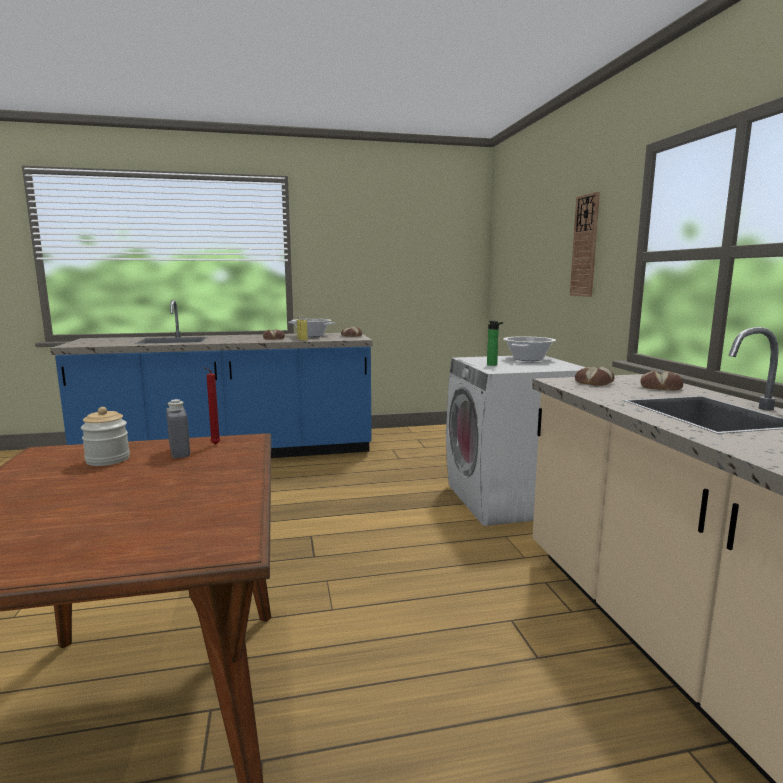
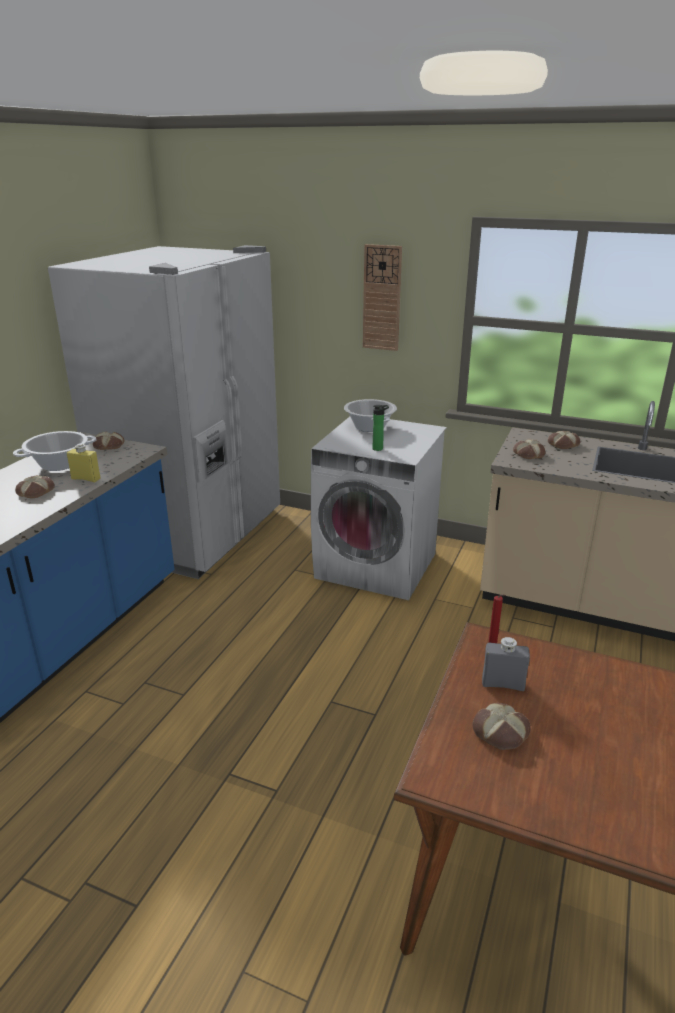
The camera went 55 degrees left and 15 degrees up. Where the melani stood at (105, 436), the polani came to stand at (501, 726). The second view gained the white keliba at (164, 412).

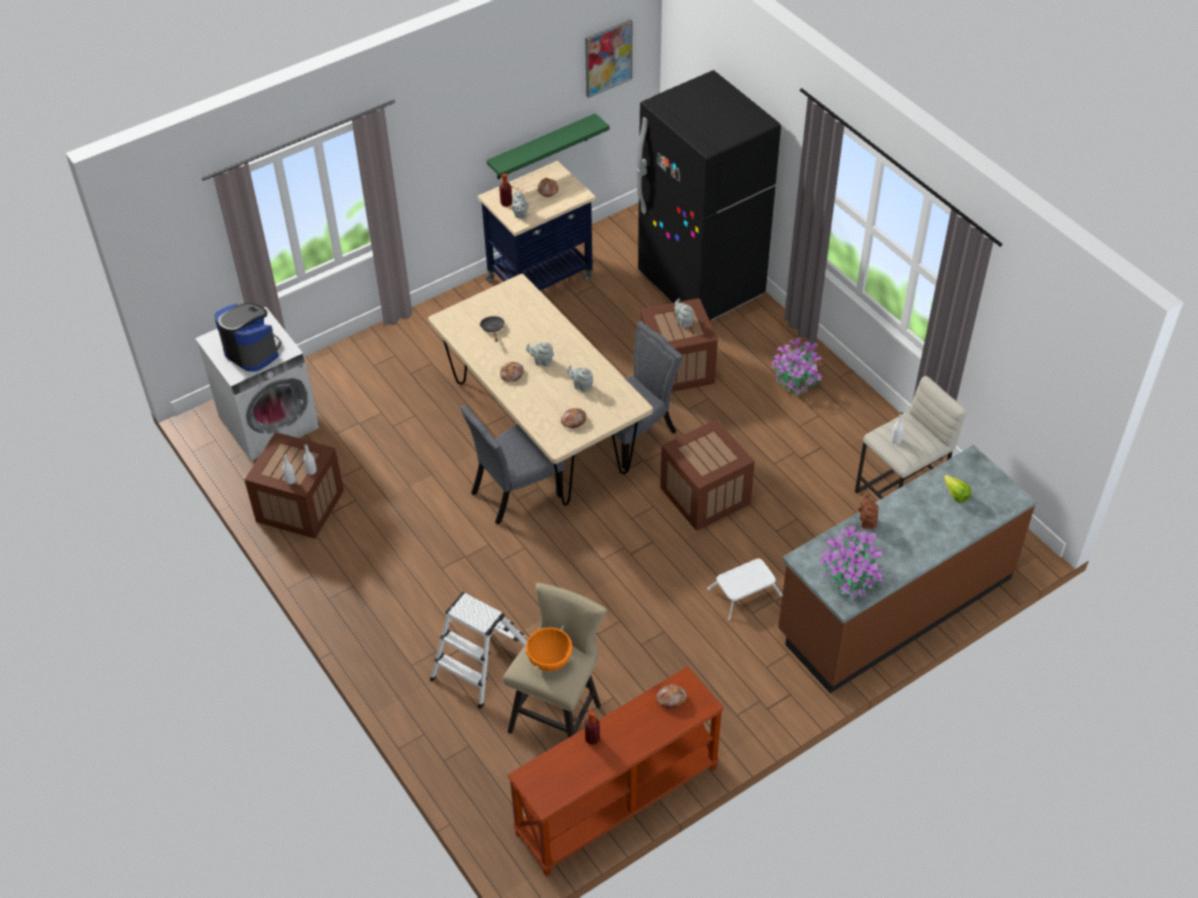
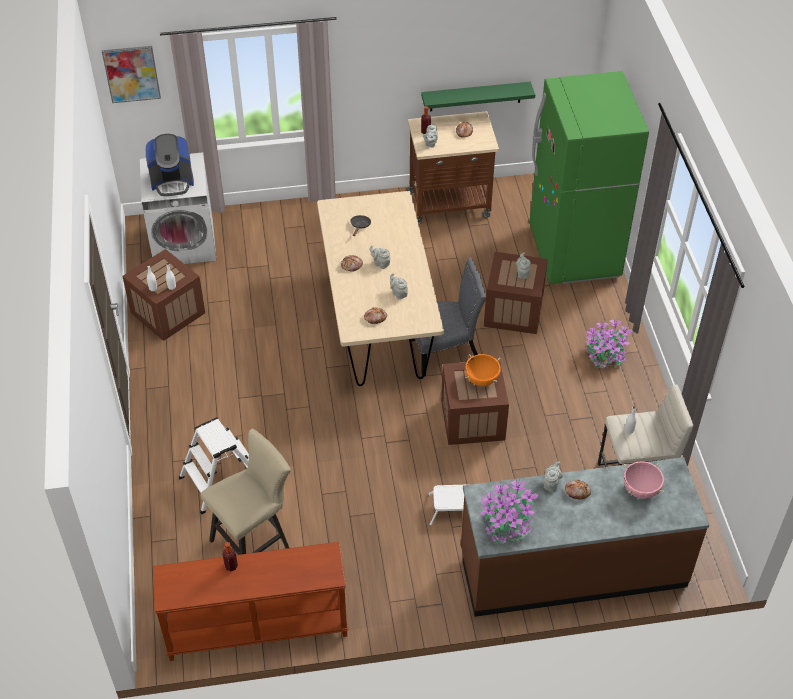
The camera went 25 degrees right and 0 degrees up. The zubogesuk ended up elsewhere, having gone from (608, 58) to (131, 74). What was the black keliba at (708, 195) turned into the green keliba at (589, 177). What was the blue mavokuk at (537, 225) turned into the brown mavokuk at (453, 168). The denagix at (247, 337) ended up facing another way, 105 degrees clockwise from before. The second view lost the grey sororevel at (513, 464). Where the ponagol stood at (957, 489), the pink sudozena came to stand at (643, 480). What was the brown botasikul at (868, 511) turned into the grey botasikul at (553, 477). The orange sudozena ended up elsewhere, having gone from (549, 648) to (483, 370). The polani ended up elsewhere, having gone from (671, 696) to (578, 490).

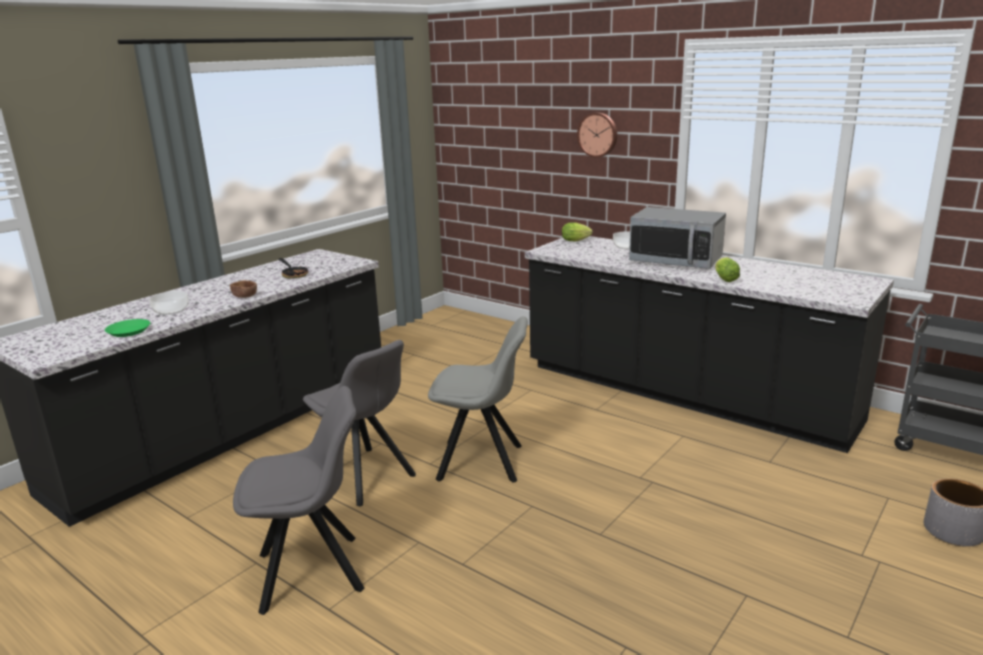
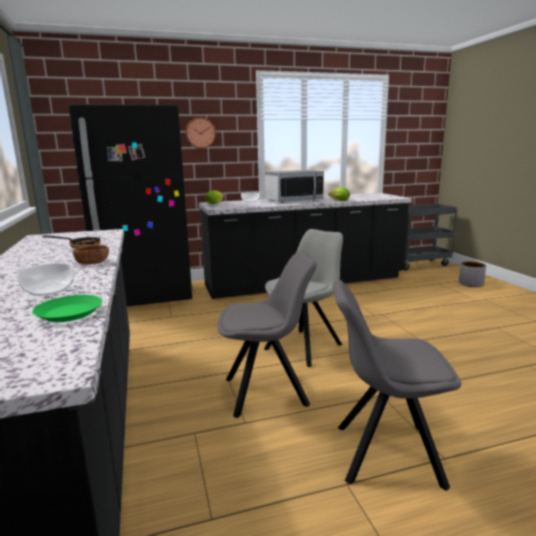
The camera went 55 degrees left and 5 degrees down. The grey sororevel at (298, 500) ended up facing another way, 105 degrees counterclockwise from before. The second view gained the black keliba at (130, 205).

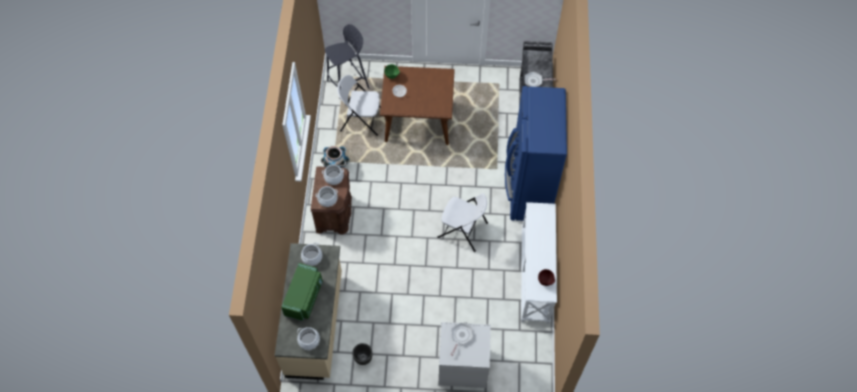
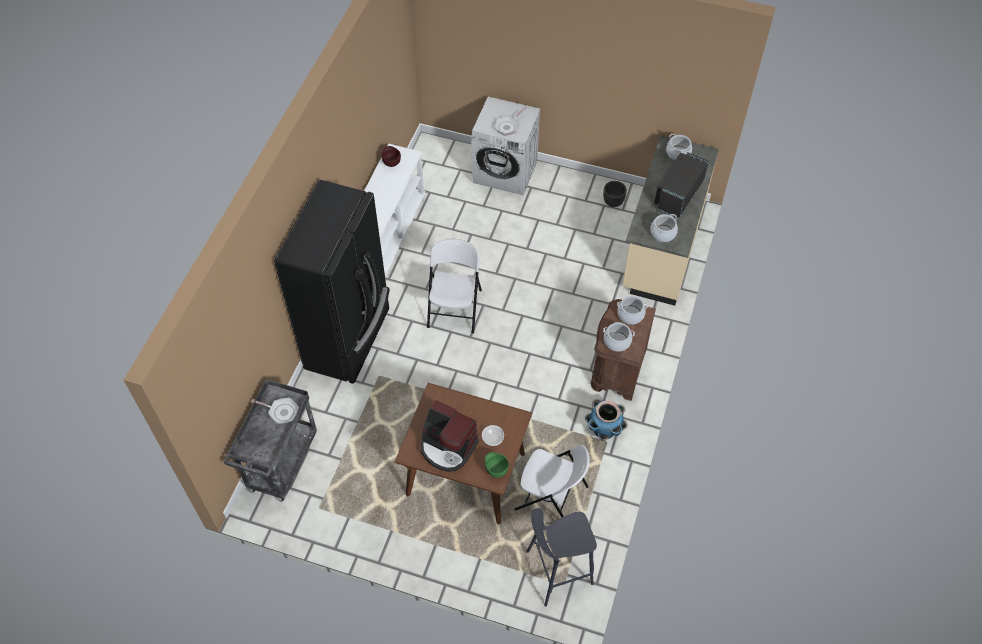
The camera went 165 degrees left and 5 degrees down. What was the blue keliba at (536, 153) turned into the black keliba at (332, 282). The white sororevel at (462, 222) ended up facing another way, 60 degrees clockwise from before. What was the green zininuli at (302, 292) turned into the black zininuli at (681, 185). The second view gained the denagix at (449, 436).

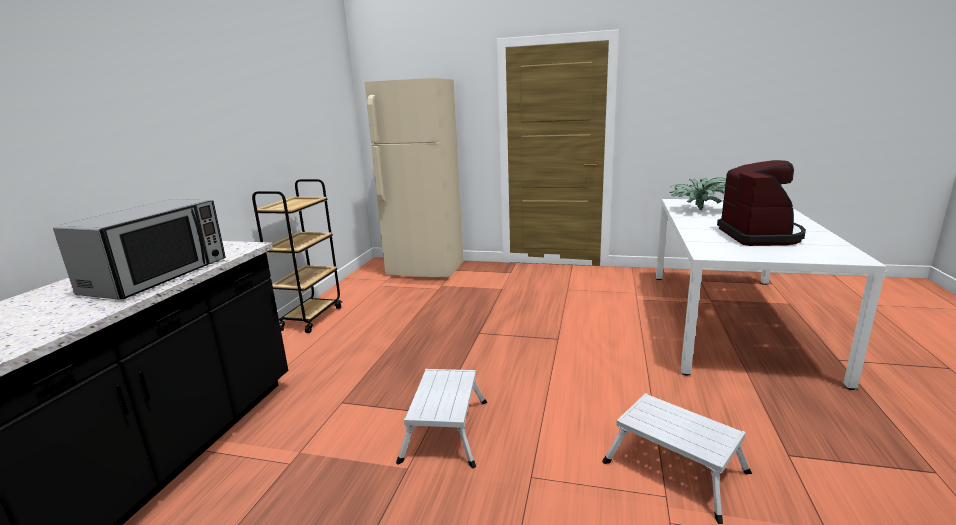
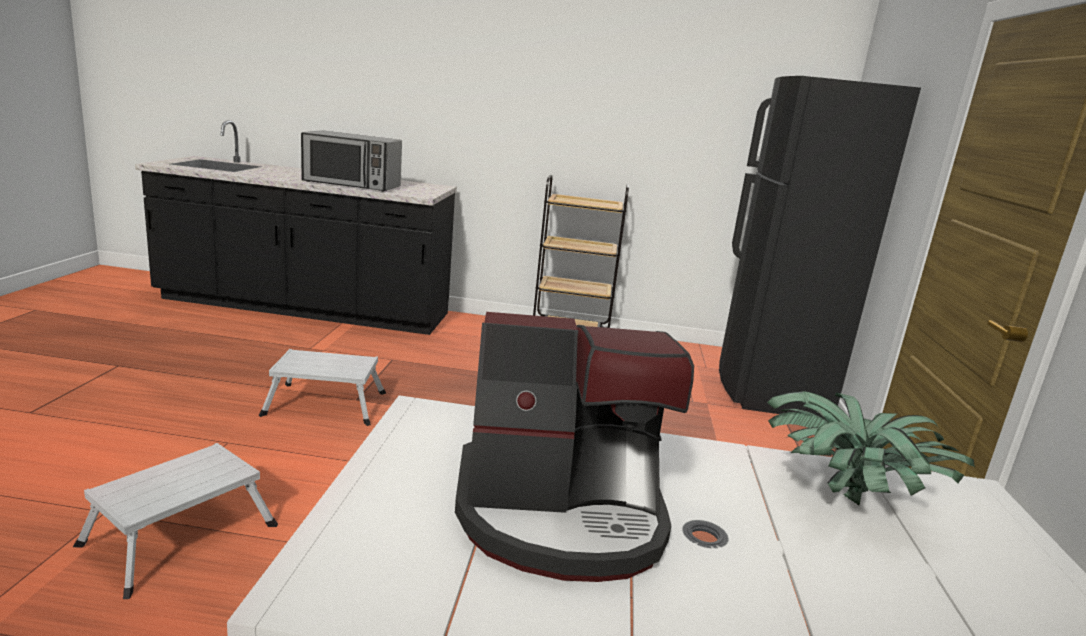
The camera went 80 degrees right and 0 degrees up. What was the beige keliba at (414, 178) turned into the black keliba at (820, 247).

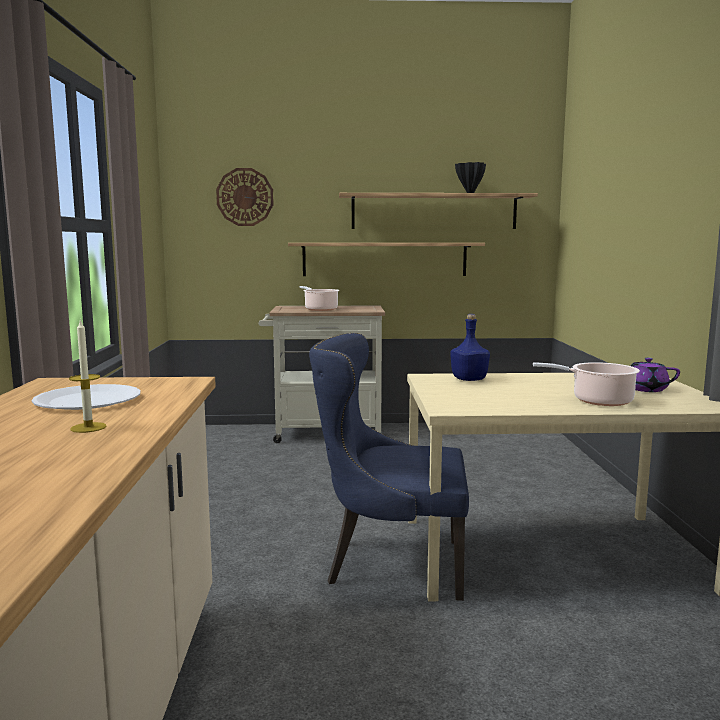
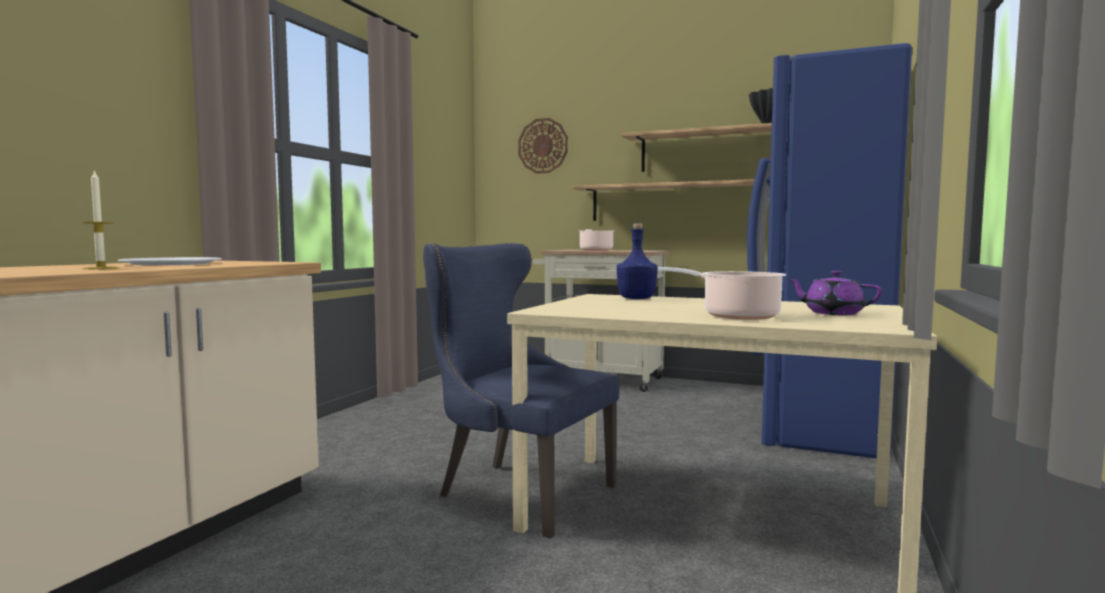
The camera went 25 degrees right and 5 degrees down. The second view gained the blue keliba at (829, 250).

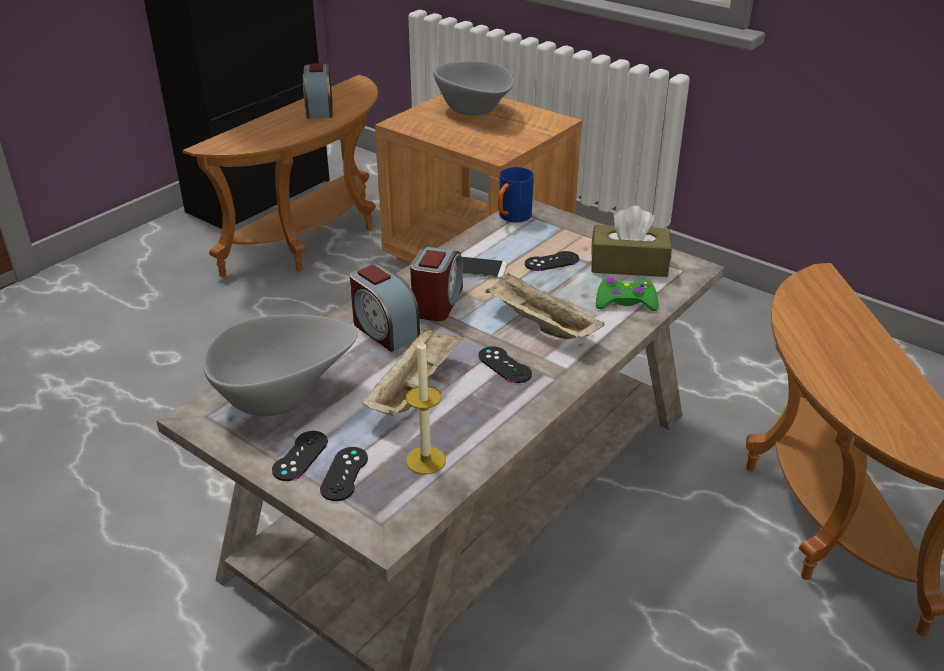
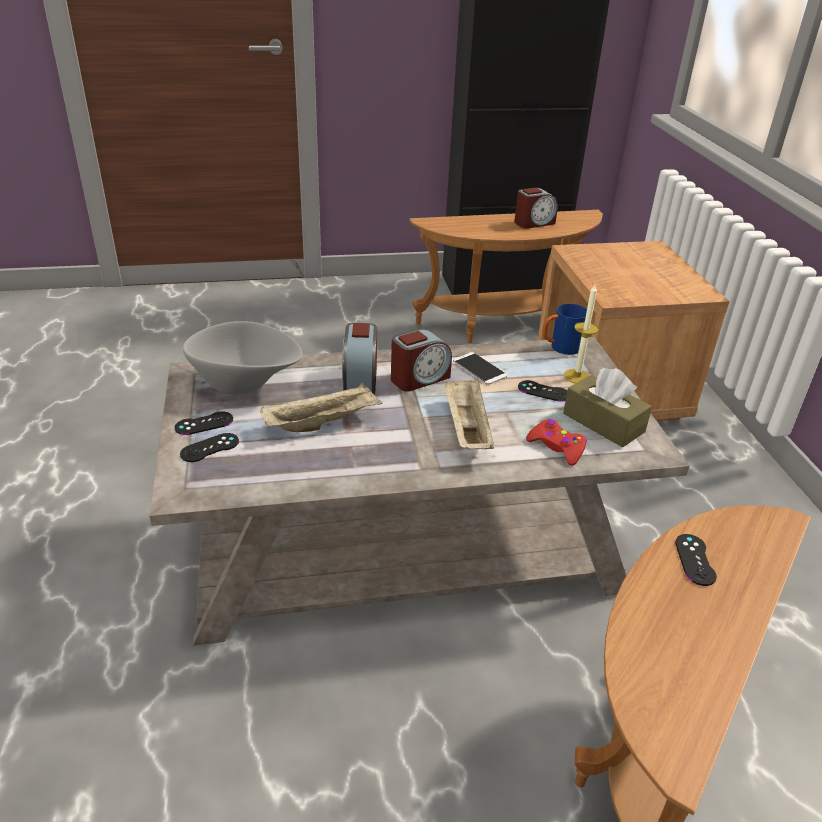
The camera went 40 degrees right and 0 degrees up. The second view lost the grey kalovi at (473, 88). The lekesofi at (317, 91) ended up facing another way, 150 degrees counterclockwise from before. What was the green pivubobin at (627, 294) turned into the red pivubobin at (556, 442). The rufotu ended up elsewhere, having gone from (426, 405) to (581, 334). The black pivubobin ended up elsewhere, having gone from (505, 364) to (696, 560).

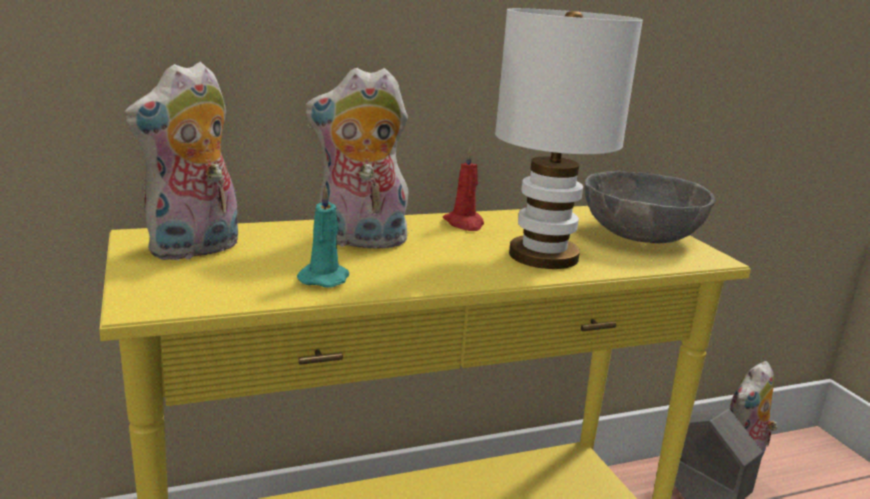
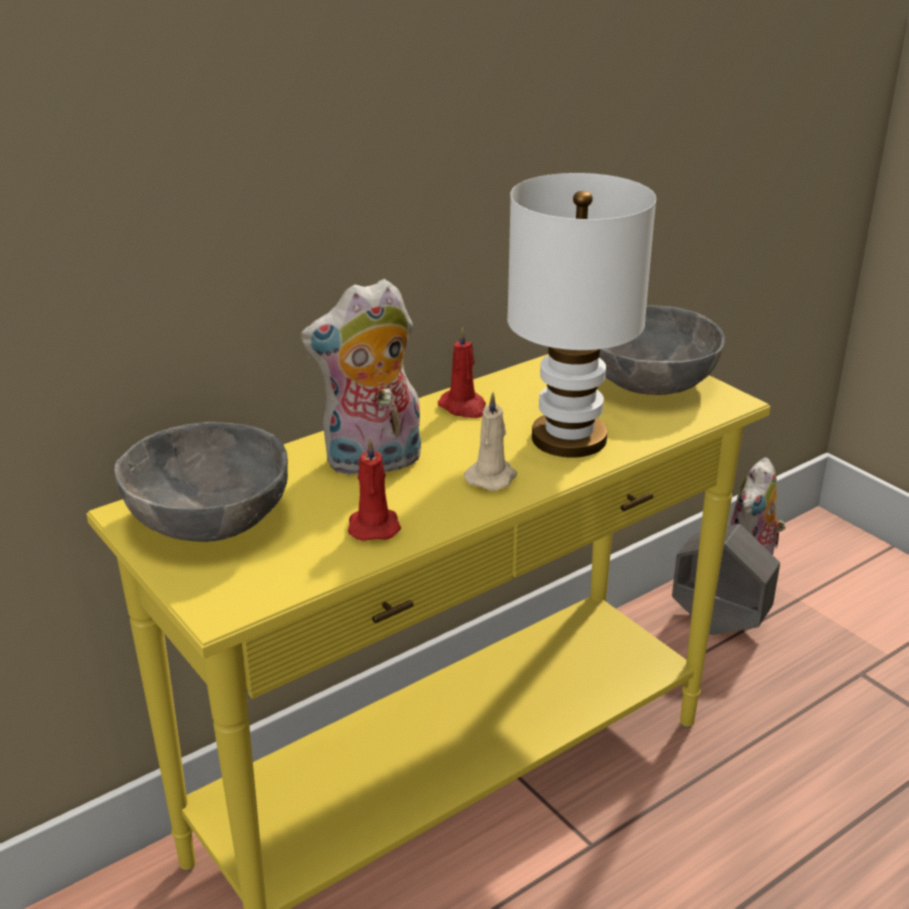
The camera went 15 degrees left and 10 degrees up. Where the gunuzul stood at (181, 161), the grey kalovi came to stand at (201, 482). What was the turquoise rufotu at (323, 237) turned into the red rufotu at (374, 489). The second view gained the beige rufotu at (490, 441).

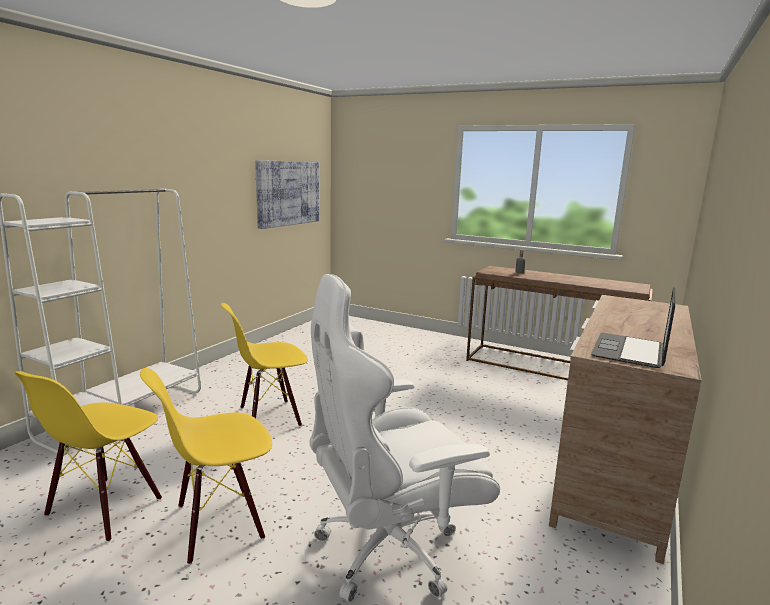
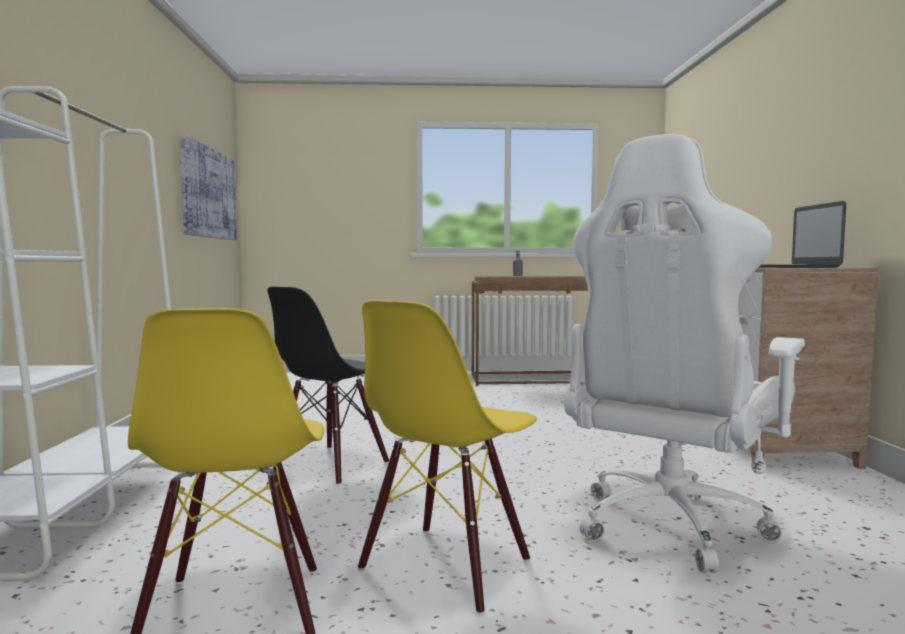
The camera went 30 degrees left and 10 degrees down. What was the yellow sororevel at (264, 365) turned into the black sororevel at (328, 386).

